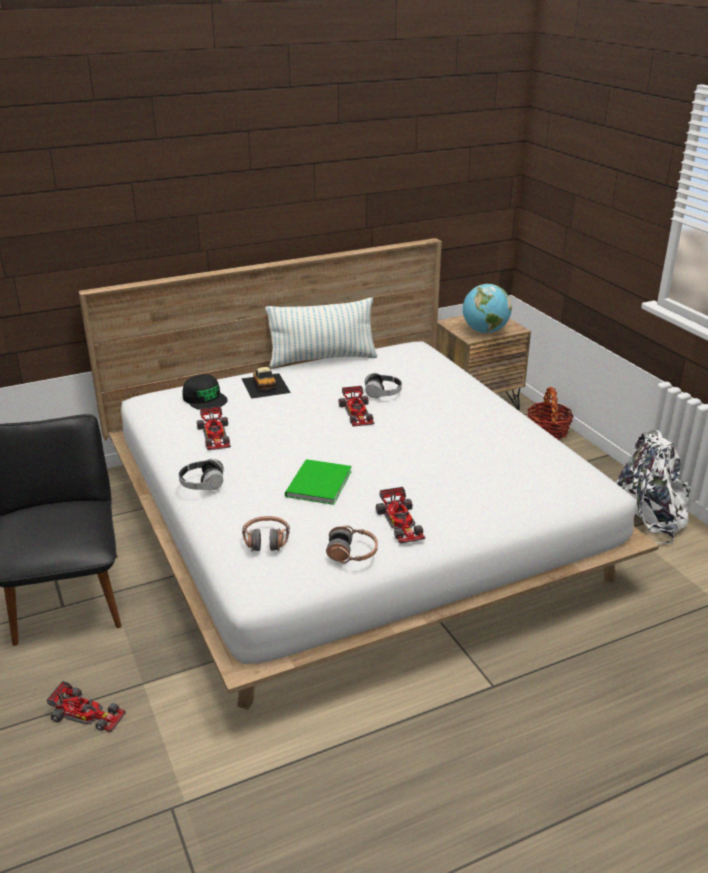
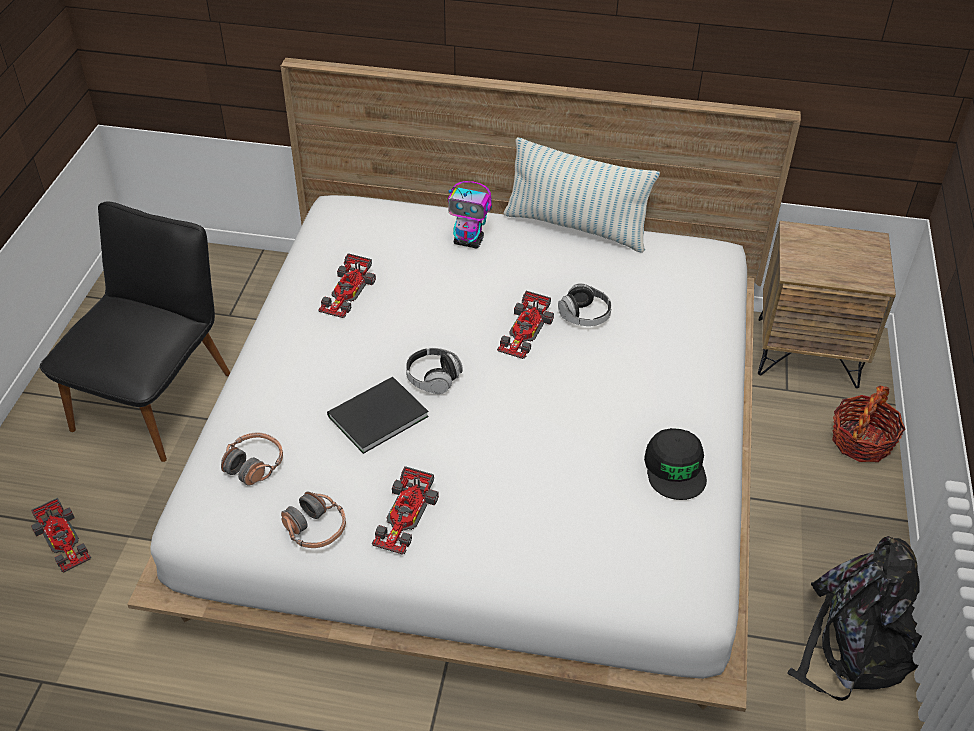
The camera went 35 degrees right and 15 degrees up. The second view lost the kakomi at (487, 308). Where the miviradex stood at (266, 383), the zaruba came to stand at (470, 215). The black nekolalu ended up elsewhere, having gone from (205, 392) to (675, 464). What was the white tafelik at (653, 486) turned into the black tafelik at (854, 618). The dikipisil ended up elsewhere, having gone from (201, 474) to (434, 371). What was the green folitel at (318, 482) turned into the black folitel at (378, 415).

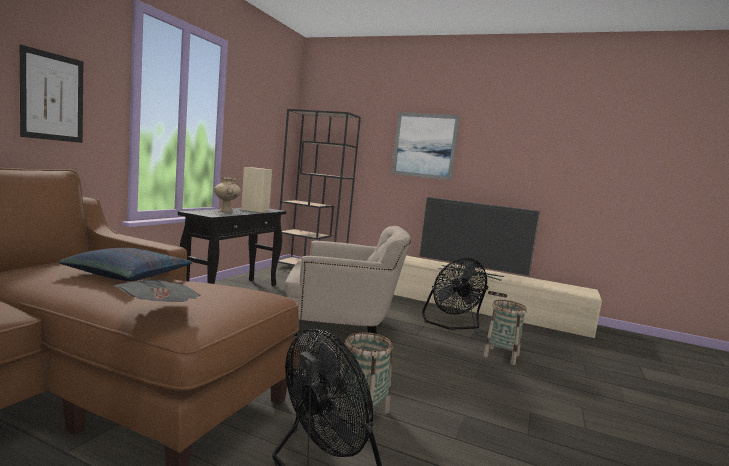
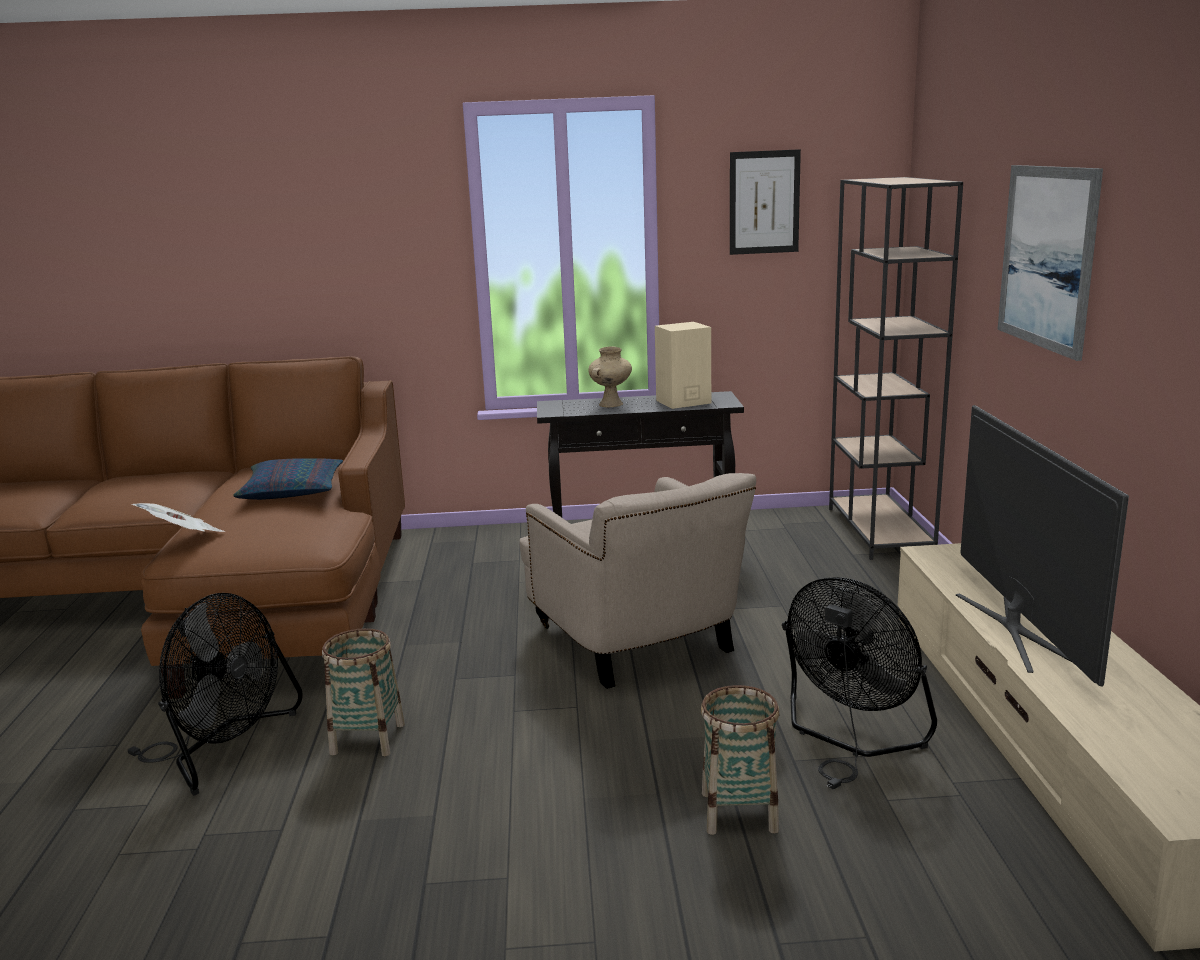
The camera went 65 degrees right and 10 degrees up. The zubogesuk ended up elsewhere, having gone from (51, 93) to (765, 202).

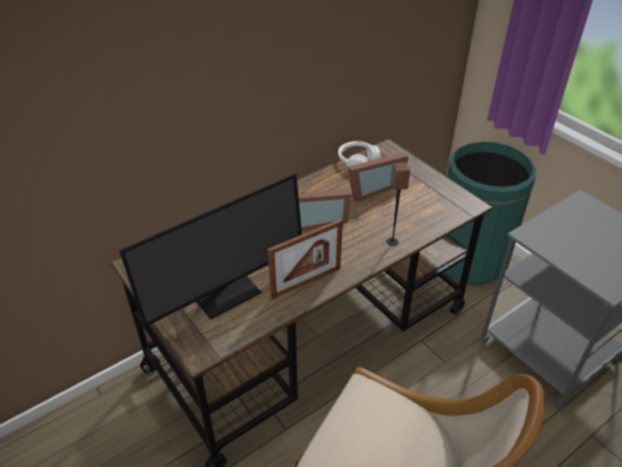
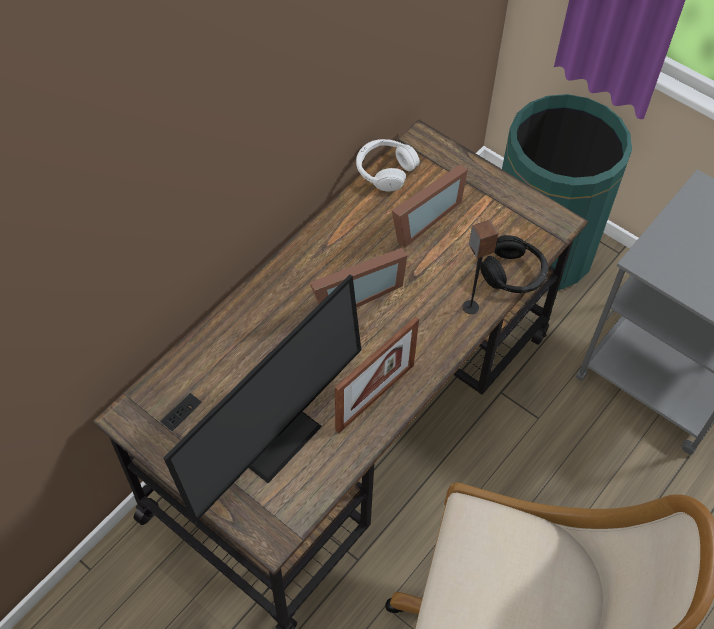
The camera went 15 degrees left and 15 degrees up. The second view gained the black dikipisil at (514, 264).

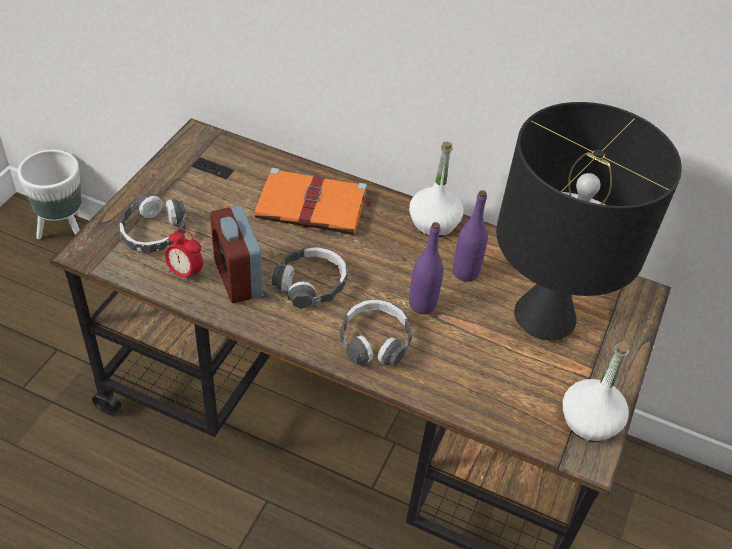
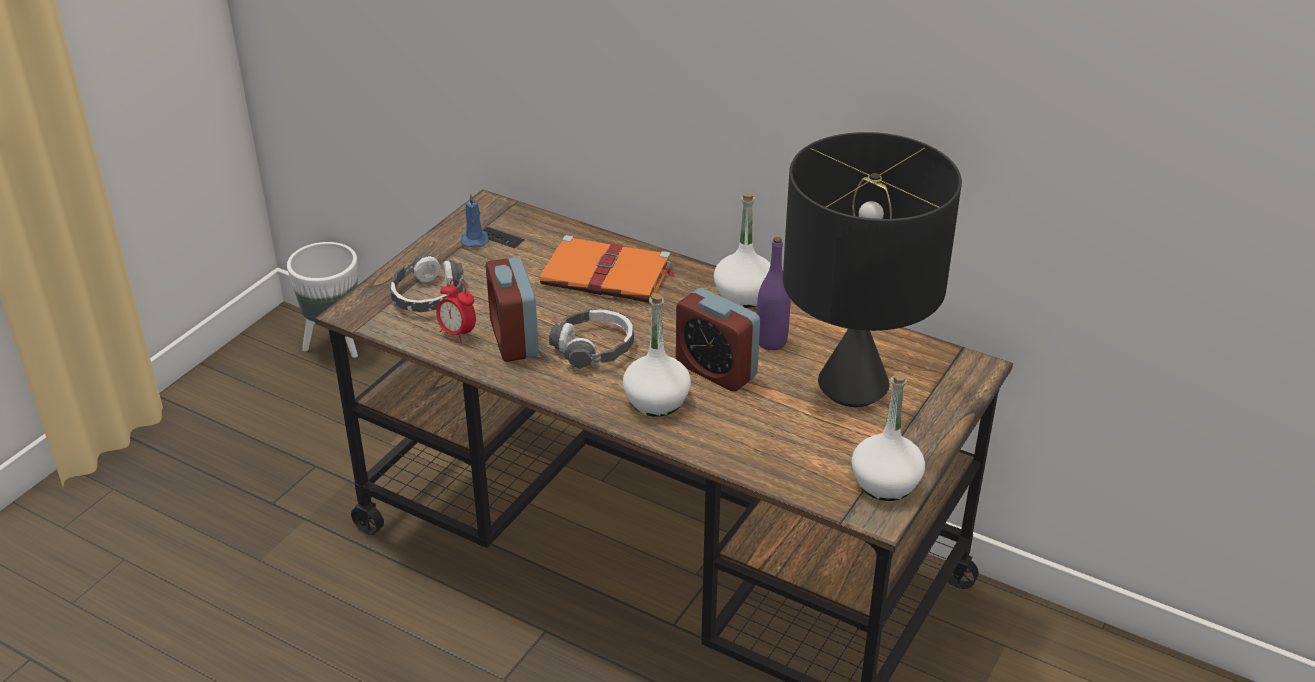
The camera went 10 degrees right and 10 degrees down. Where the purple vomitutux stood at (426, 268), the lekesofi came to stand at (718, 340). Where the dikipisil stood at (376, 332), the white vomitutux came to stand at (657, 355). The second view gained the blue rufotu at (475, 220).

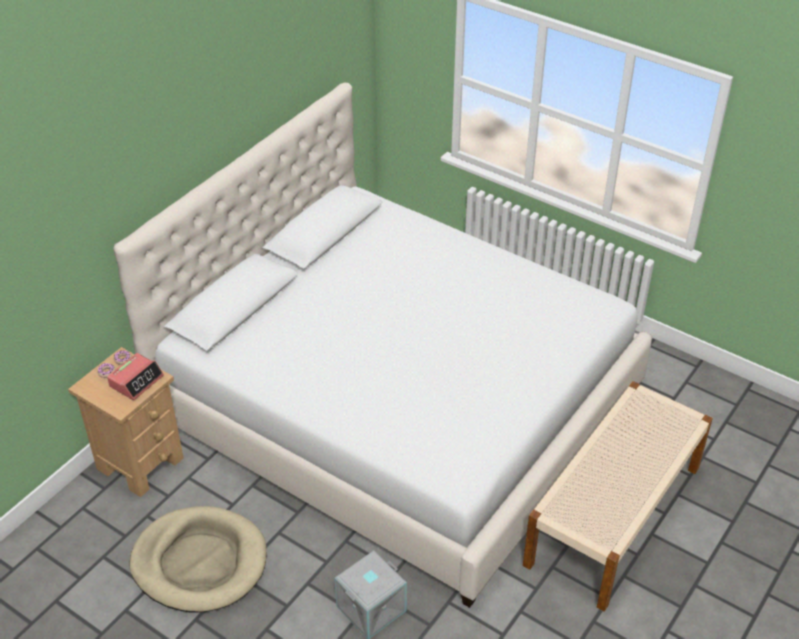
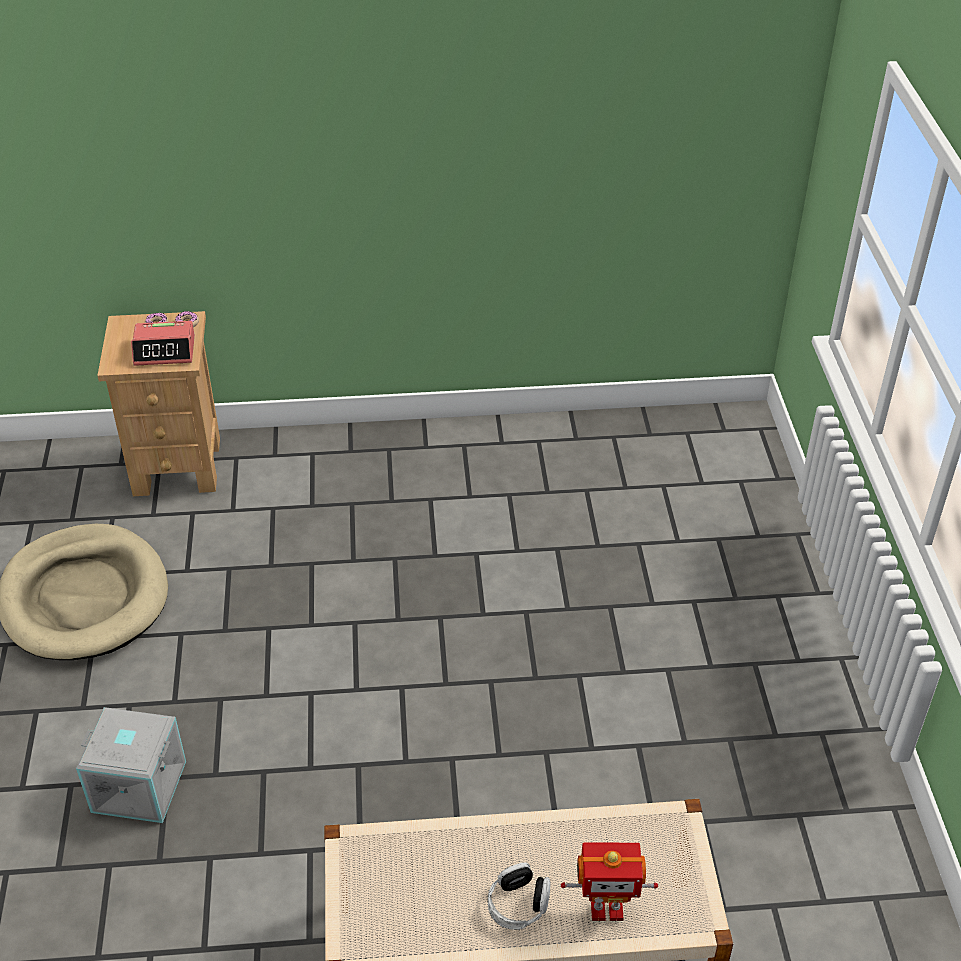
The camera went 50 degrees right and 0 degrees up. The second view lost the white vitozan at (382, 345). The second view gained the zaruba at (609, 882). The second view gained the dikipisil at (519, 896).

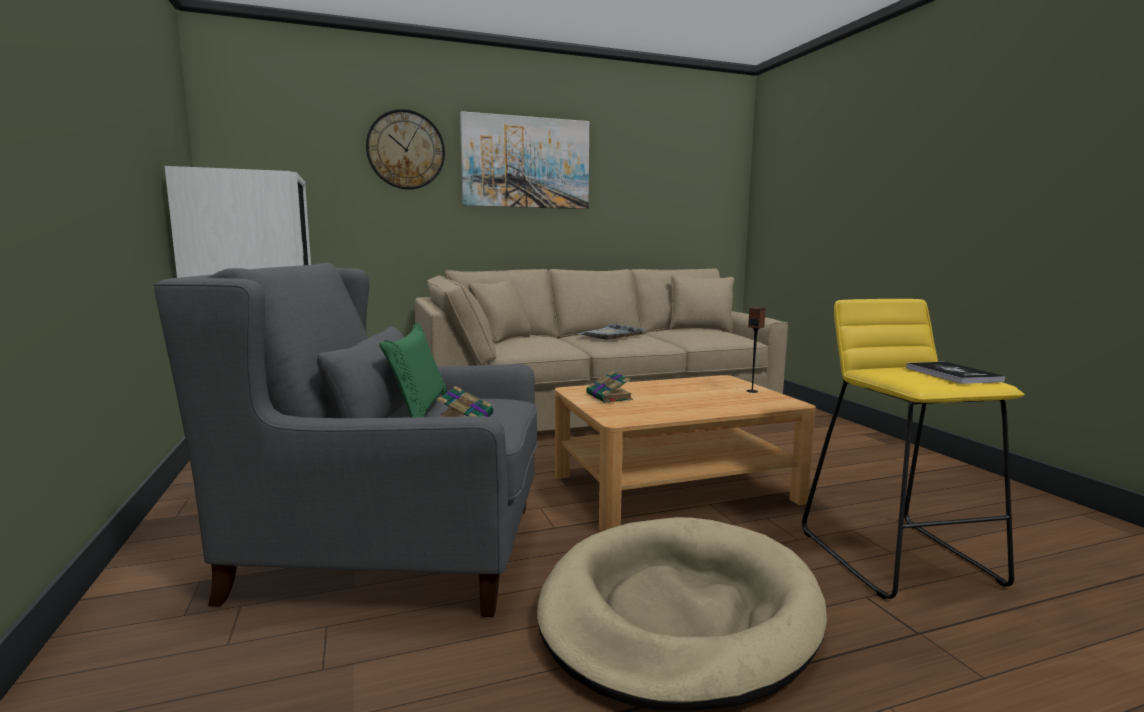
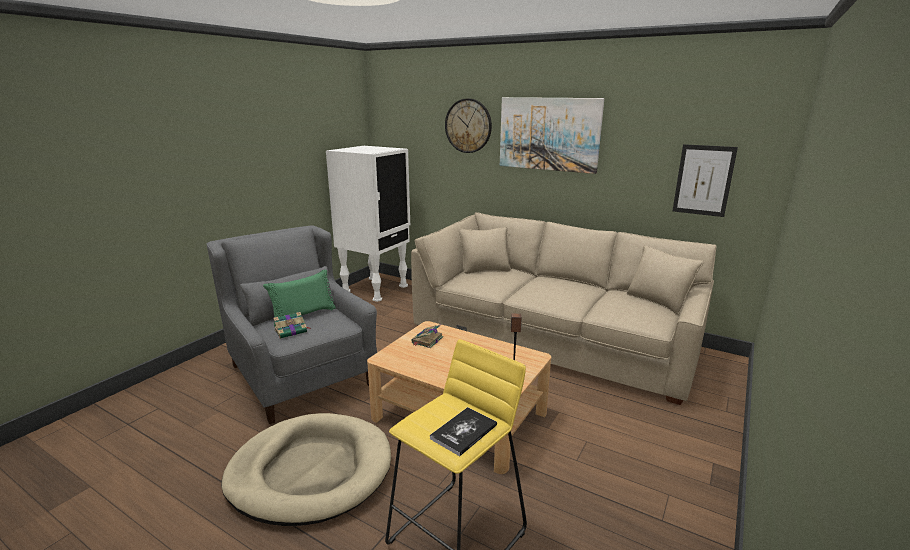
The camera went 50 degrees right and 10 degrees up. The second view lost the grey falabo at (612, 332). The second view gained the zubogesuk at (705, 180).

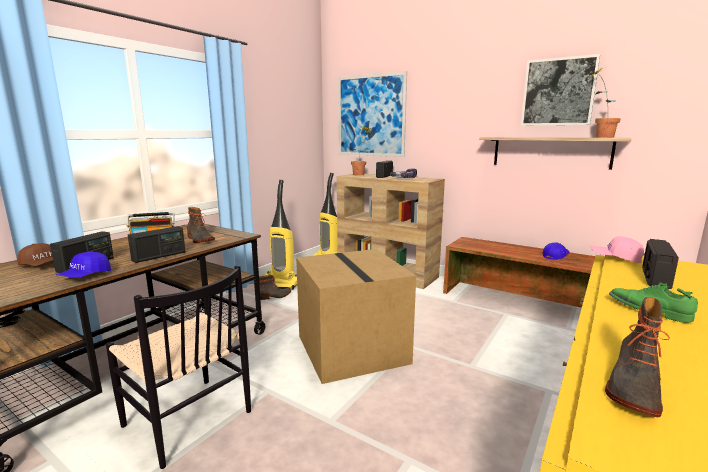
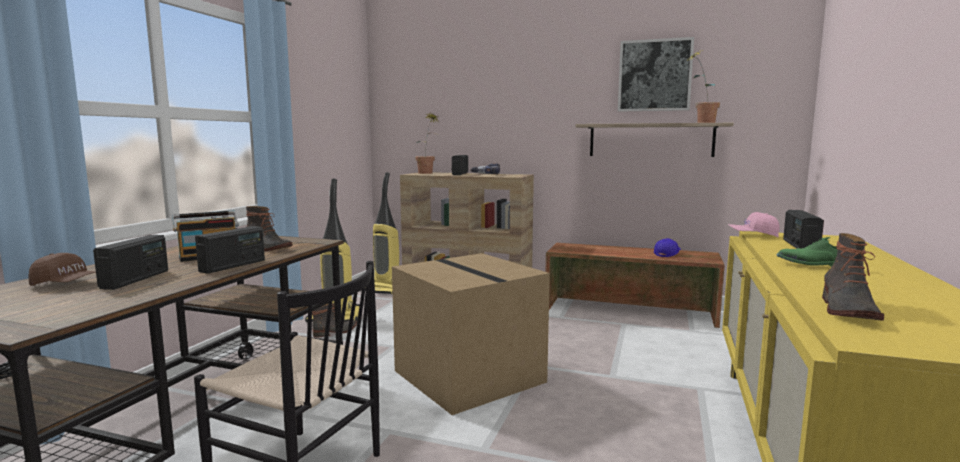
The camera went 15 degrees left and 5 degrees down. The second view lost the zubogesuk at (372, 114). The second view lost the blue nekolalu at (83, 264).

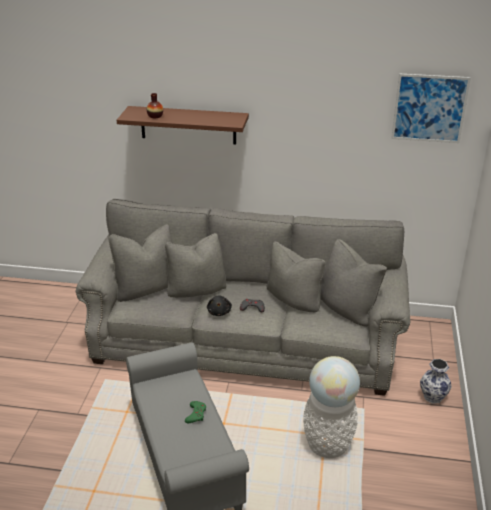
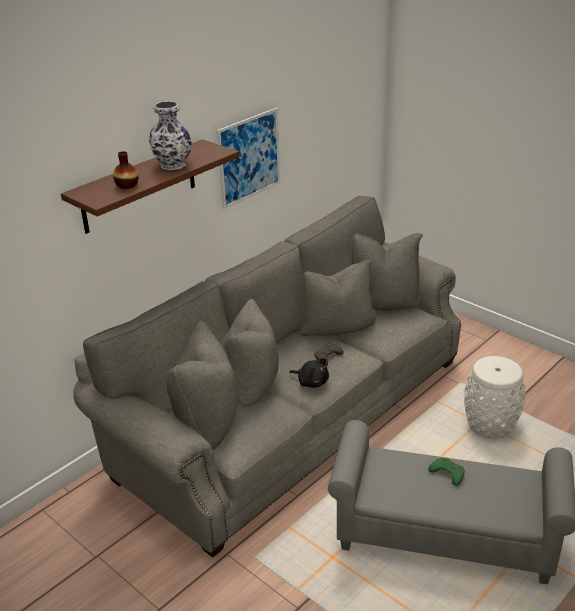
The camera went 55 degrees left and 0 degrees up. The zubogesuk ended up elsewhere, having gone from (431, 108) to (248, 158). The second view lost the kakomi at (334, 381). The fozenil ended up elsewhere, having gone from (436, 381) to (170, 135).

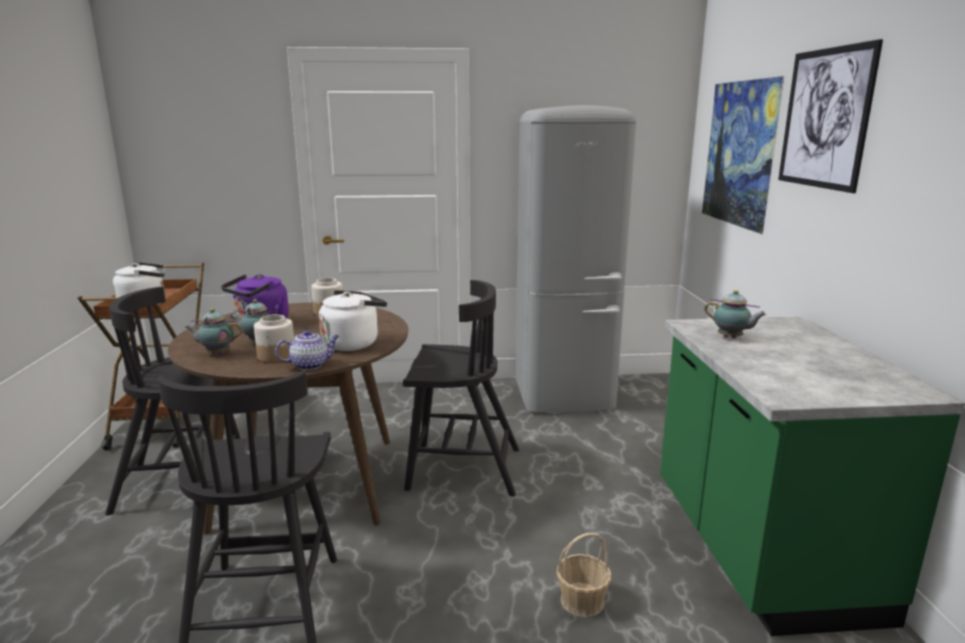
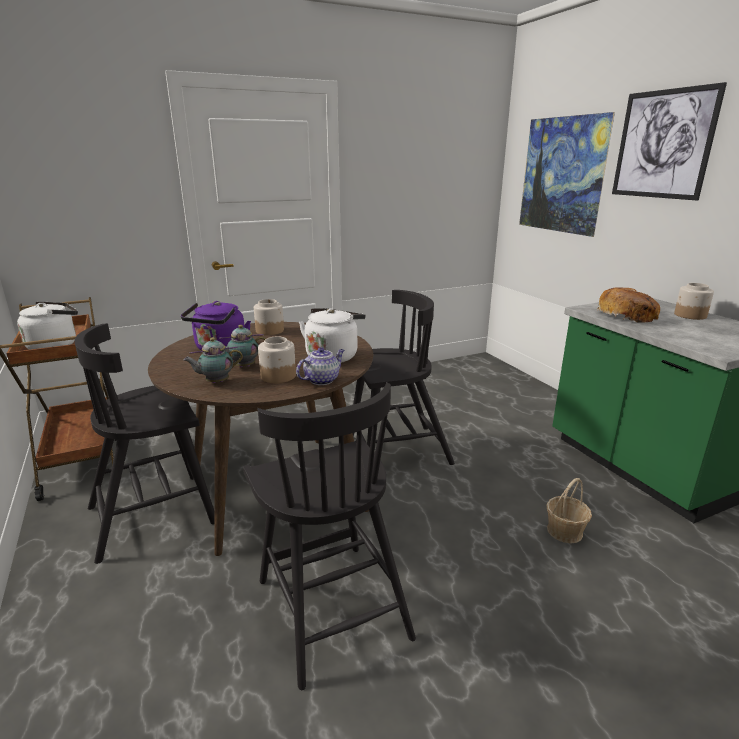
The camera went 20 degrees left and 5 degrees up. The second view lost the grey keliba at (575, 258). Where the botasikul stood at (735, 314), the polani came to stand at (628, 304). The second view gained the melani at (694, 301).

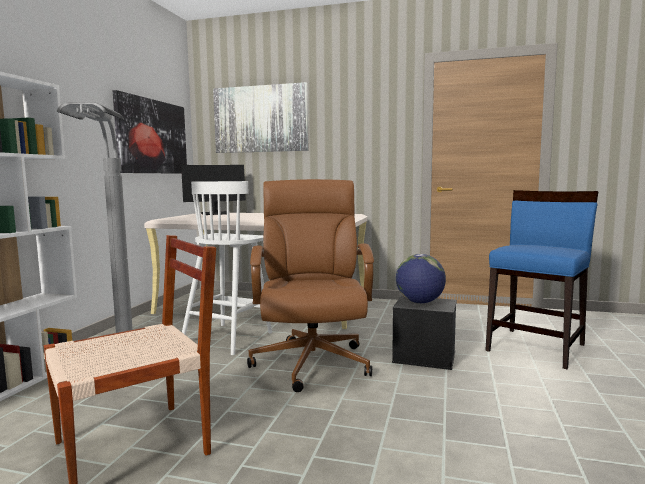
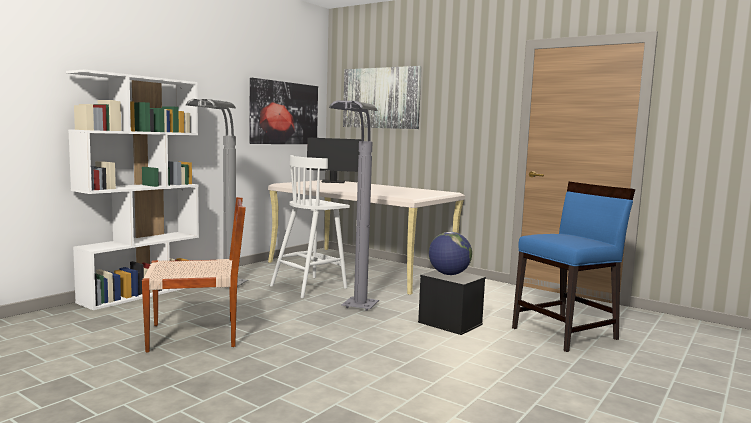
The camera went 20 degrees right and 0 degrees up. Where the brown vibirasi stood at (310, 285), the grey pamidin came to stand at (354, 206).

